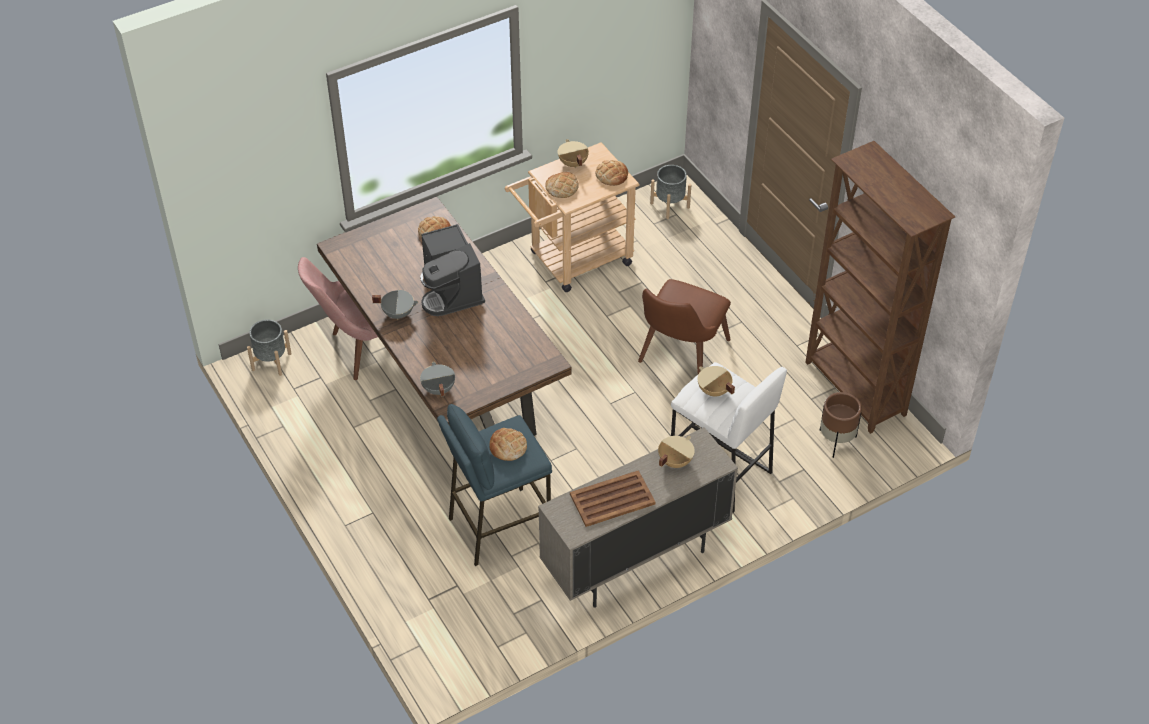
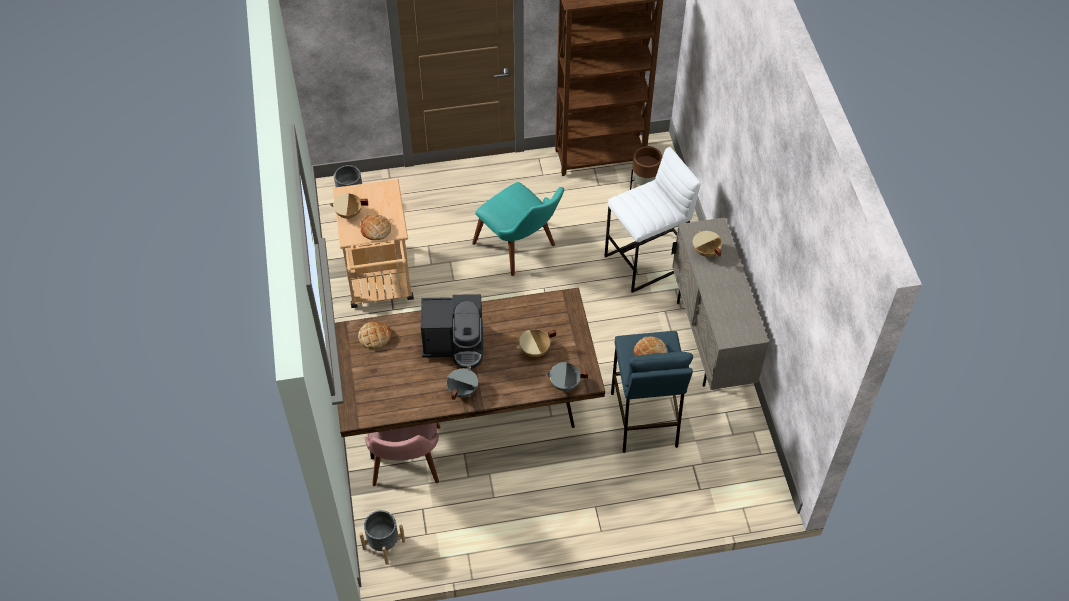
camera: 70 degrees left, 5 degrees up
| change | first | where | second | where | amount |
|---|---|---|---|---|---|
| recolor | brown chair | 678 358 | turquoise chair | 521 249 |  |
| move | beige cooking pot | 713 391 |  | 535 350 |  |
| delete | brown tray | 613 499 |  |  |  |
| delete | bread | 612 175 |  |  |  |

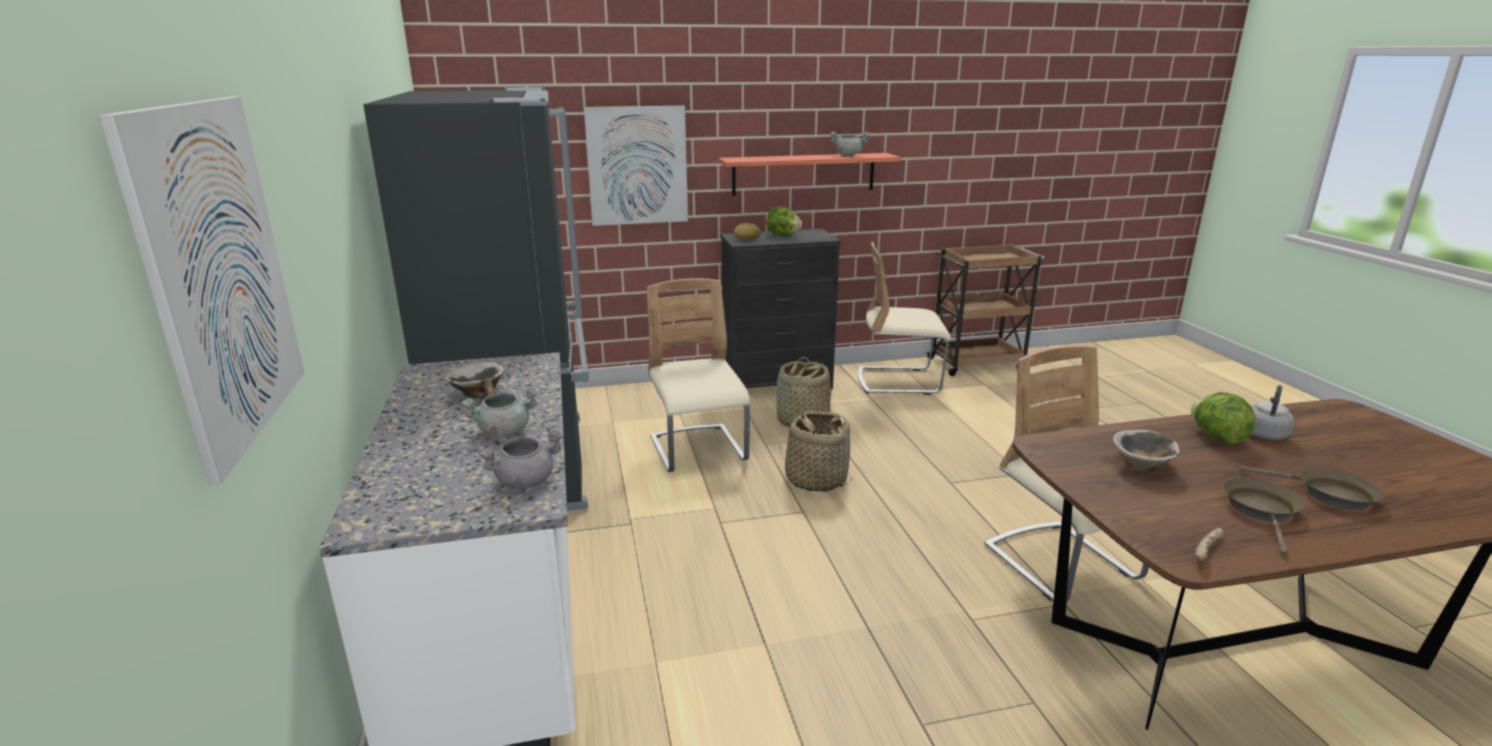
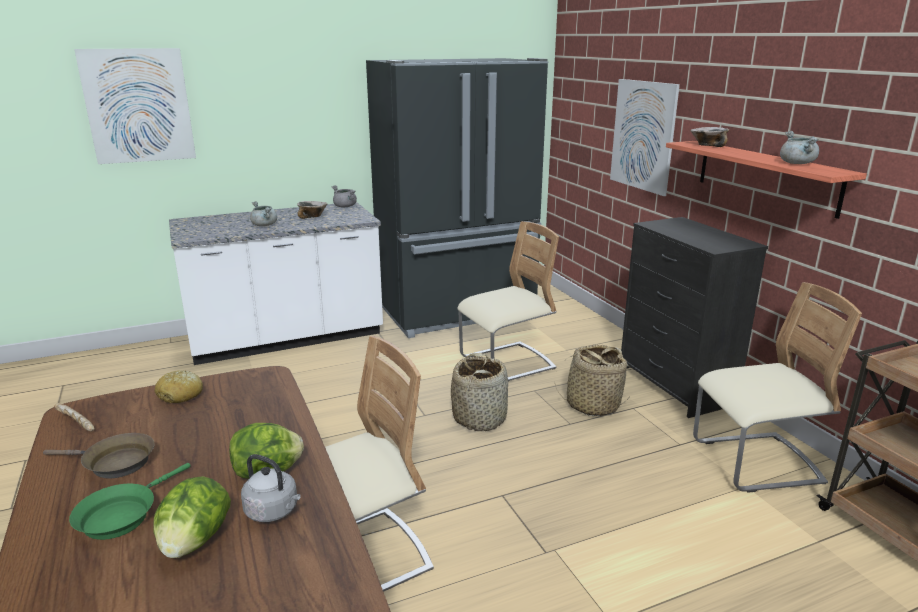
camera: 80 degrees right, 0 degrees up
| change | first | where | second | where | amount |
|---|---|---|---|---|---|
| recolor | brown frying pan | 1328 494 | green frying pan | 122 515 |  |
| move | lettuce | 782 235 |  | 195 541 |  |
| move | bread | 747 238 |  | 180 395 |  |
| move | grey cooking pot | 525 481 |  | 345 206 |  |
| move | bowl | 1141 466 |  | 707 145 |  |
| rotate | beige chair | 899 381 |  | 756 463 | 90 degrees clockwise |

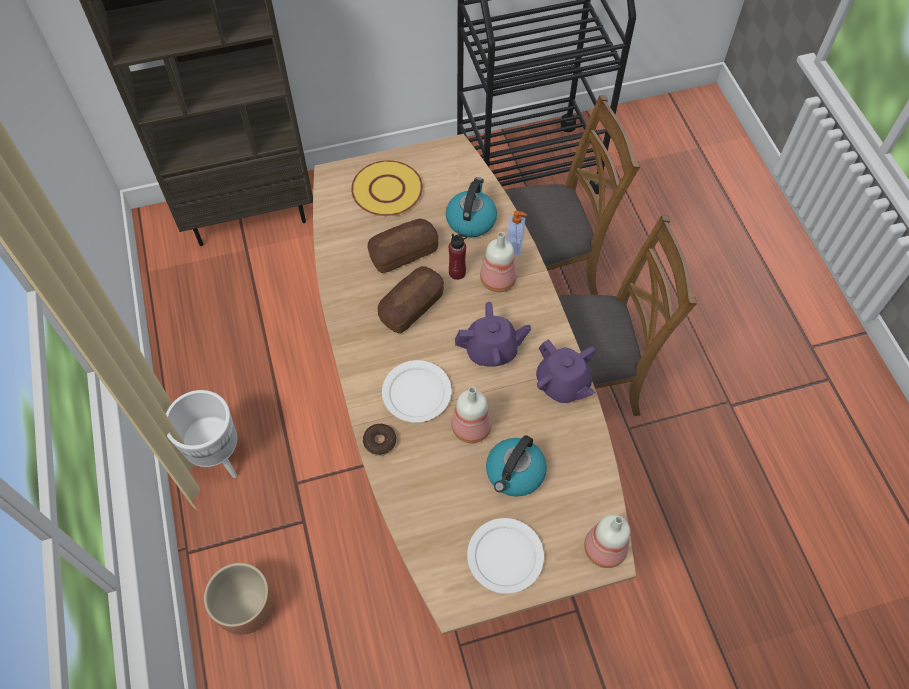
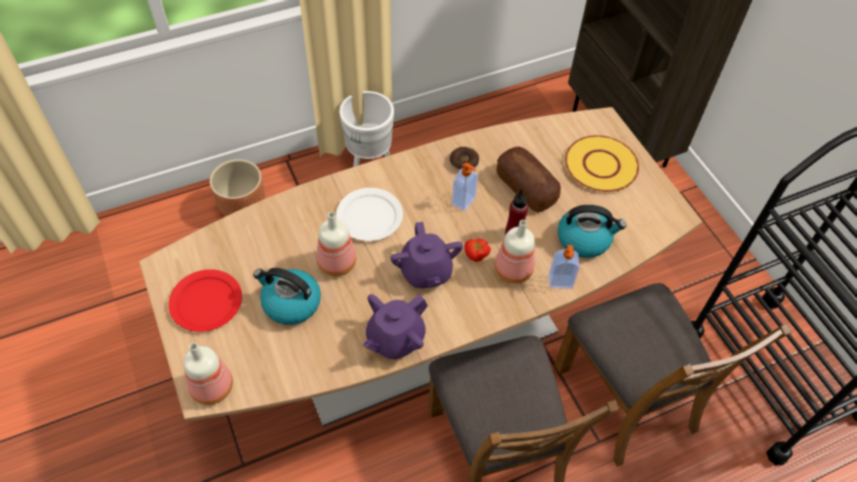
camera: 80 degrees right, 5 degrees down
| change | first | where | second | where | amount |
|---|---|---|---|---|---|
| recolor | white plate | 505 556 | red plate | 206 302 |  |
| move | donut | 380 442 |  | 464 162 |  |
| replace | bread | 411 307 | soap dispenser | 464 201 |  |
| insert |  |  | tomato | 476 255 |  |

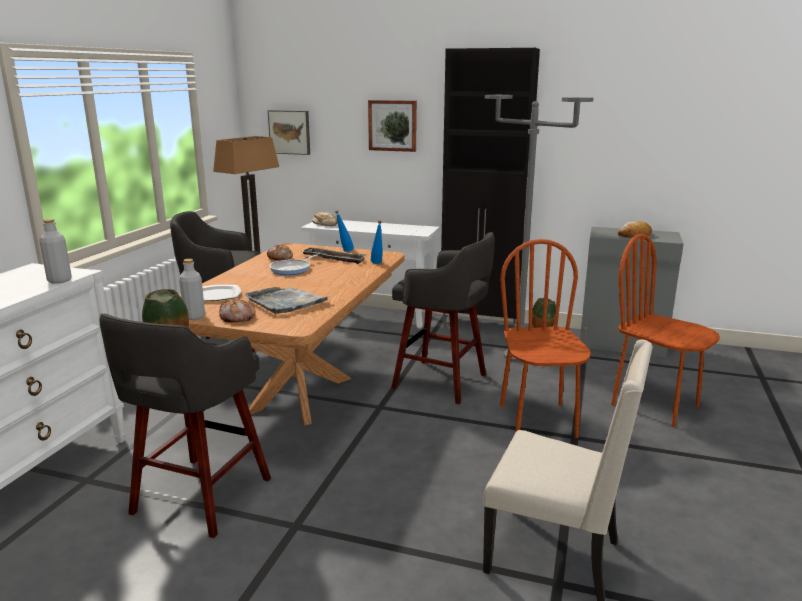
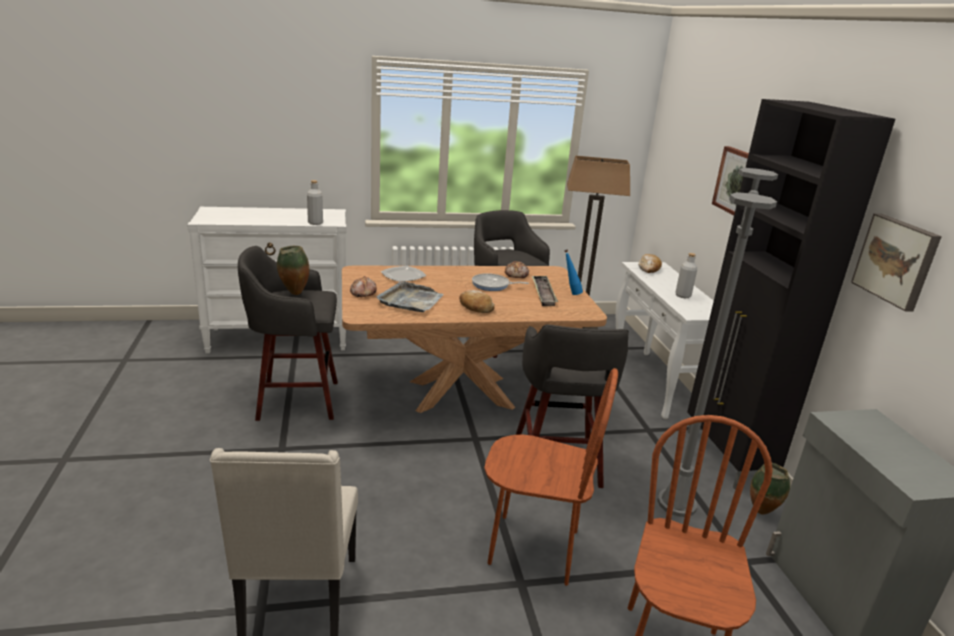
camera: 60 degrees right, 5 degrees up
| change | first | where | second | where | amount |
|---|---|---|---|---|---|
| move | bread | 634 235 |  | 475 307 |  |
| rotate | brown chair | 538 421 |  | 533 548 | 45 degrees clockwise |
| move | grey bottle | 194 317 |  | 683 295 |  |
| move | picture | 290 132 |  | 897 261 |  |
| delete | blue bottle | 377 264 |  |  |  |

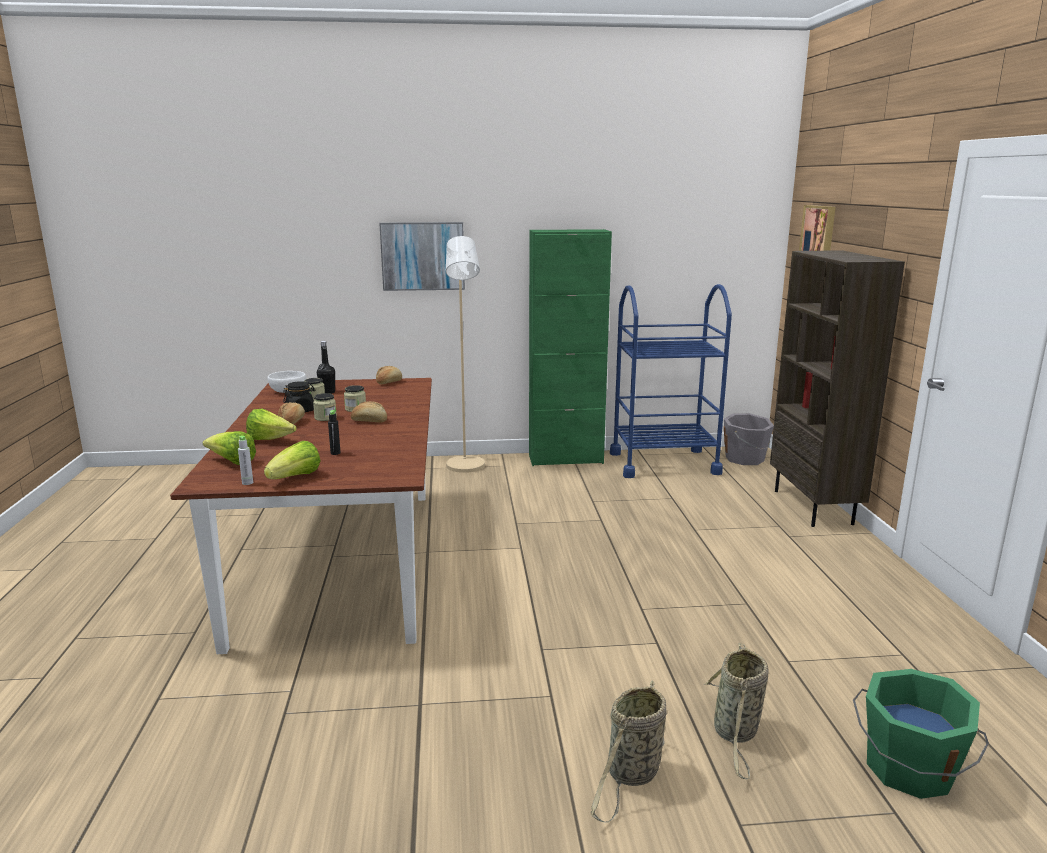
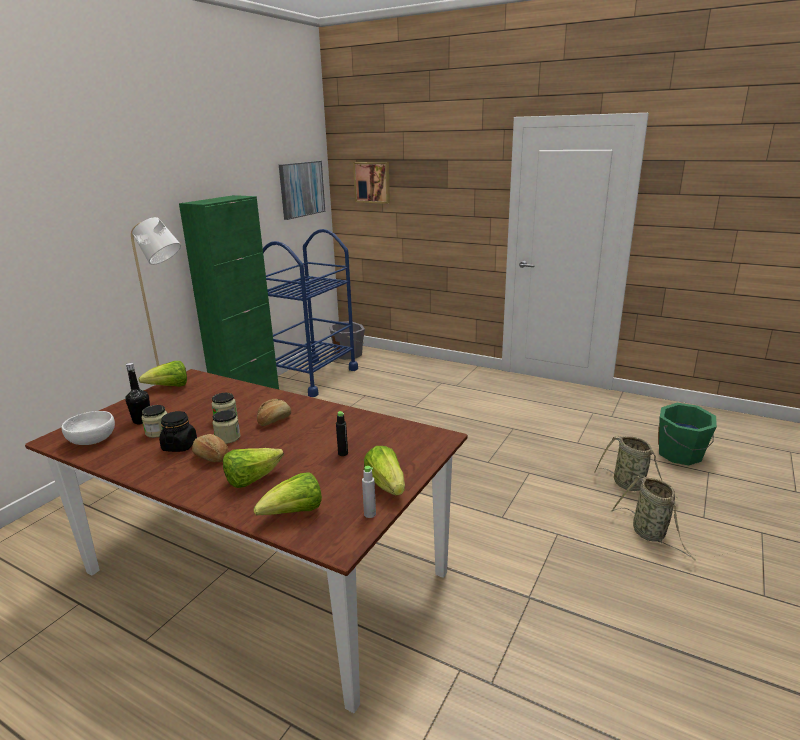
camera: 55 degrees left, 5 degrees up
| change | first | where | second | where | amount |
|---|---|---|---|---|---|
| replace | bread | 388 382 | lettuce | 169 387 |  |
| move | picture | 423 256 |  | 301 189 |  |
| delete | brown bookcase | 814 507 |  |  |  |

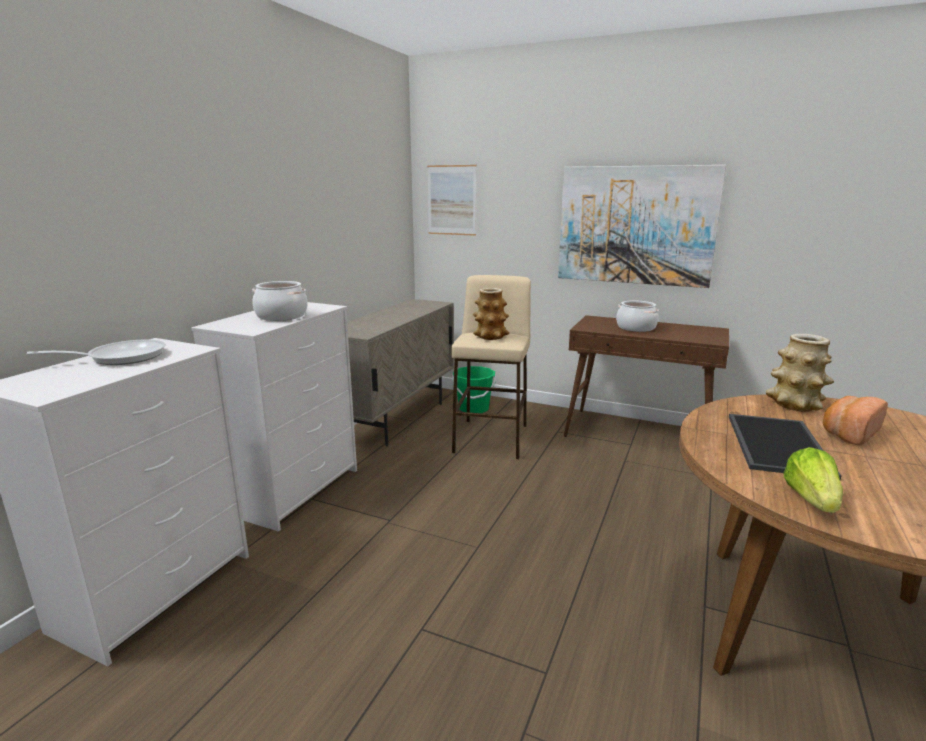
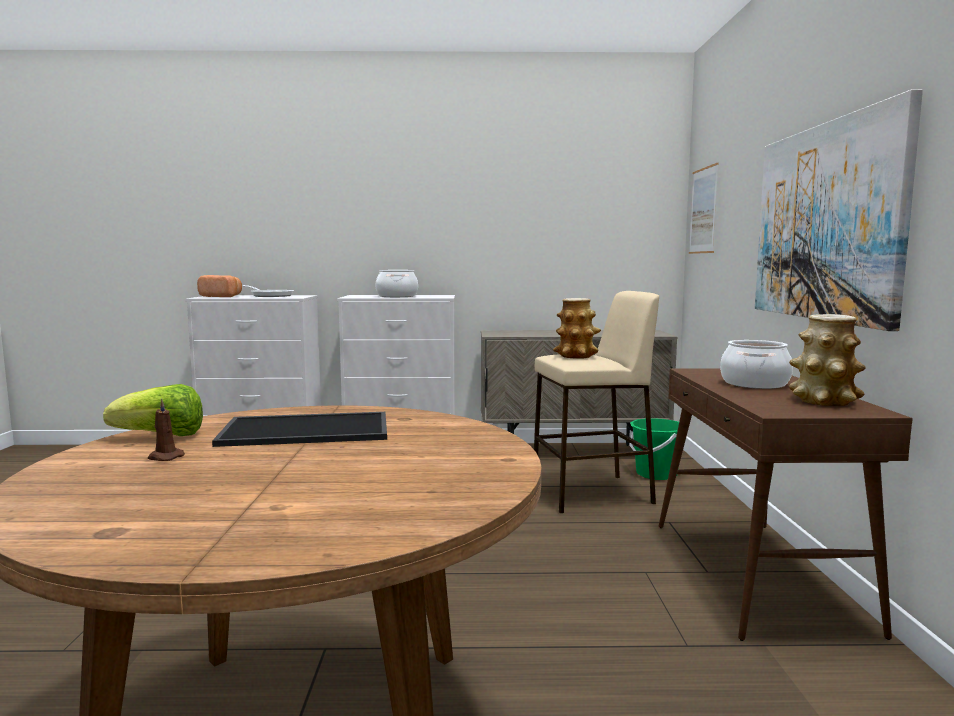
camera: 65 degrees right, 10 degrees down
| change | first | where | second | where | amount |
|---|---|---|---|---|---|
| insert |  |  | brown candle | 164 457 |  |
| move | bread | 848 433 |  | 222 296 |  |
| move | vase | 794 404 |  | 823 401 |  |

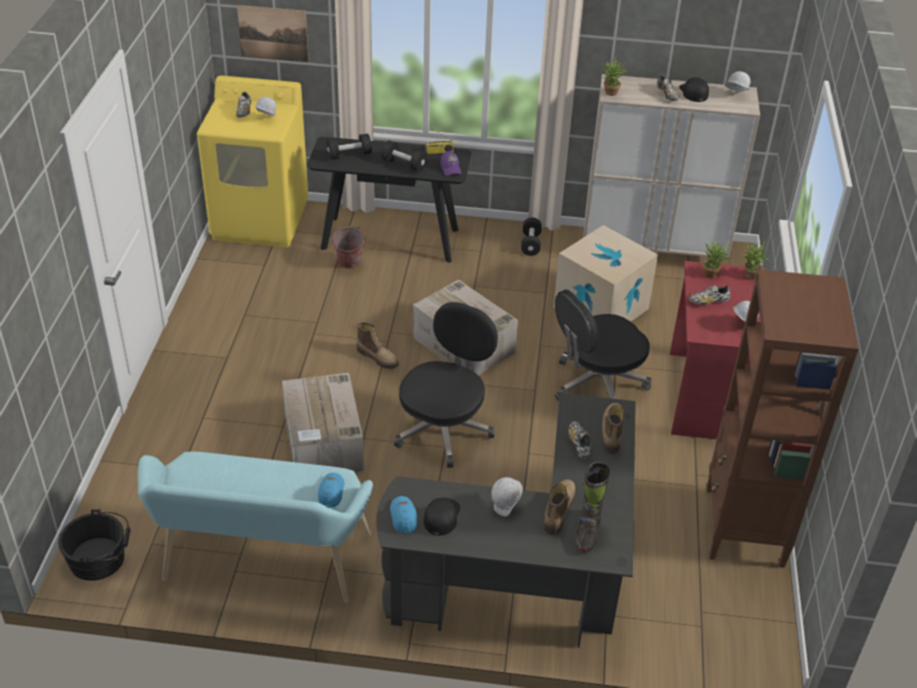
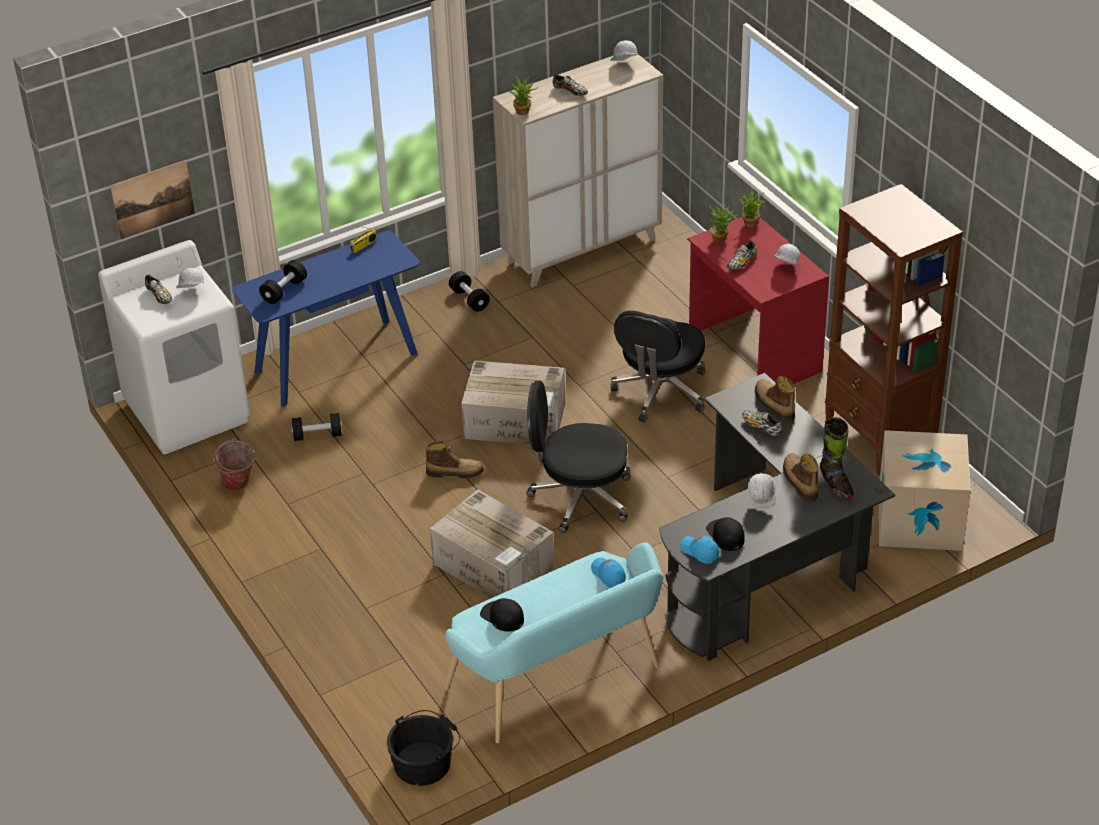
camera: 35 degrees left, 0 degrees up
| change | first | where | second | where | amount |
|---|---|---|---|---|---|
| recolor | yellow washing machine | 261 221 | white washing machine | 188 411 |  |
| move | bucket | 348 265 |  | 238 486 |  |
| recolor | black console table | 390 239 | blue console table | 336 362 |  |
| move | black dumbbell | 404 164 |  | 317 435 |  |
| move | black cap | 693 92 |  | 502 616 |  |
| rotate | black office chair | 444 429 |  | 579 497 | 75 degrees counterclockwise |
| move | cardboard box | 601 308 |  | 919 519 |  |
| delete | purple cap | 450 169 |  |  |  |

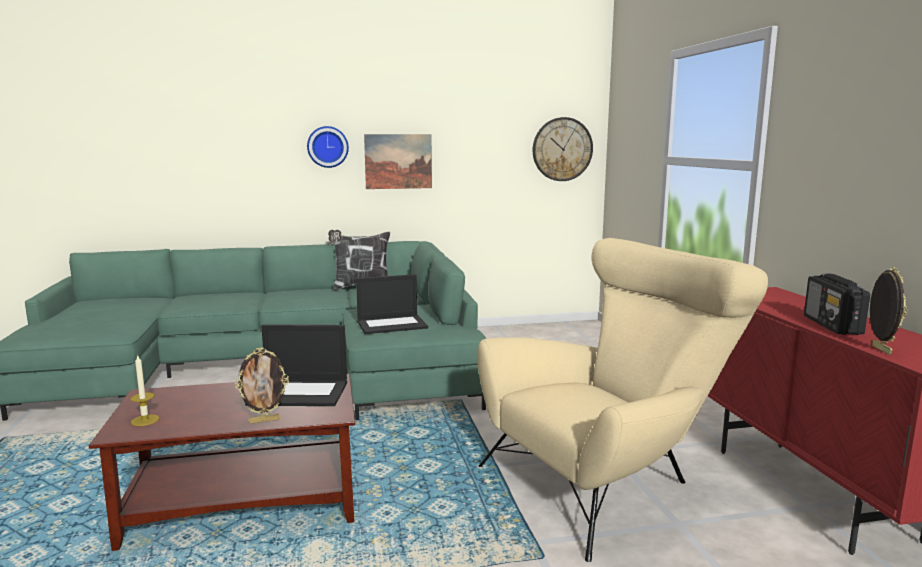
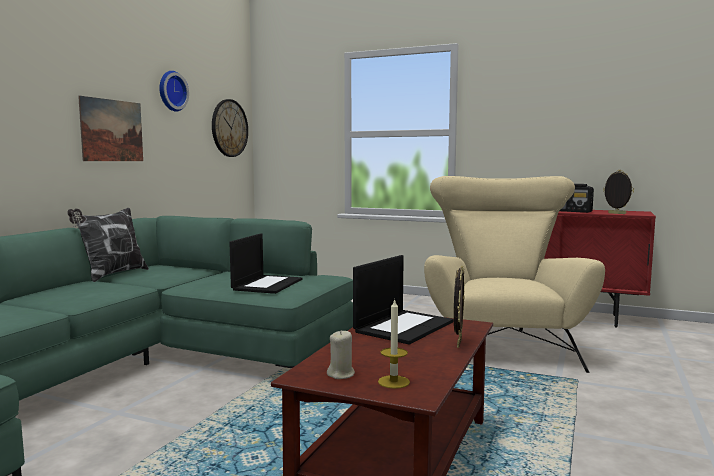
camera: 55 degrees left, 5 degrees down
| change | first | where | second | where | amount |
|---|---|---|---|---|---|
| move | wall clock | 327 147 |  | 171 91 |  |
| insert |  |  | beige candle | 341 374 |  |

